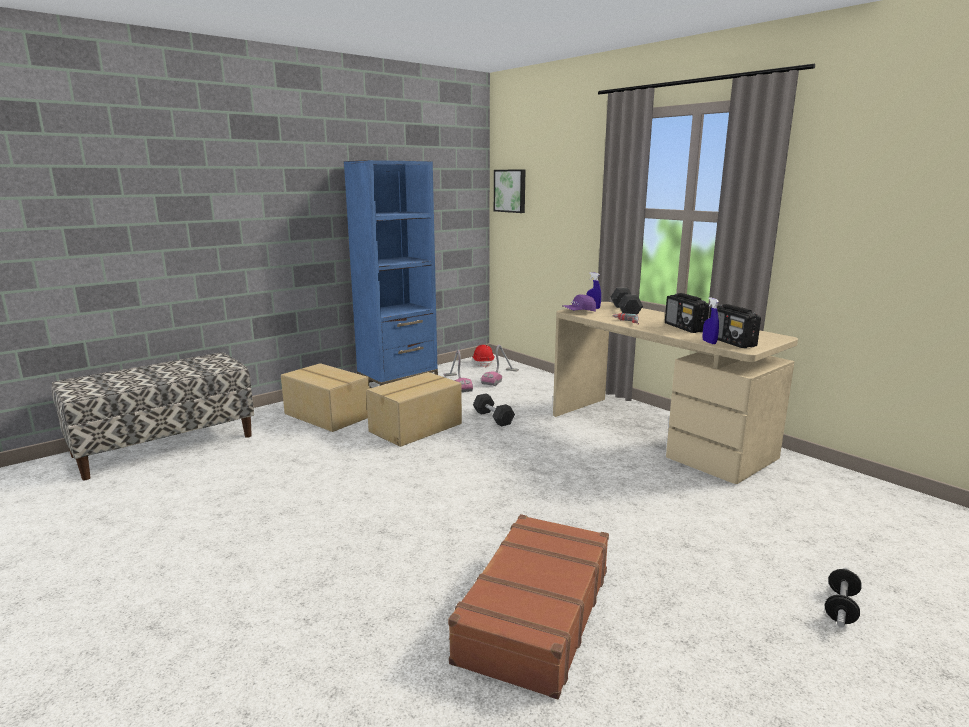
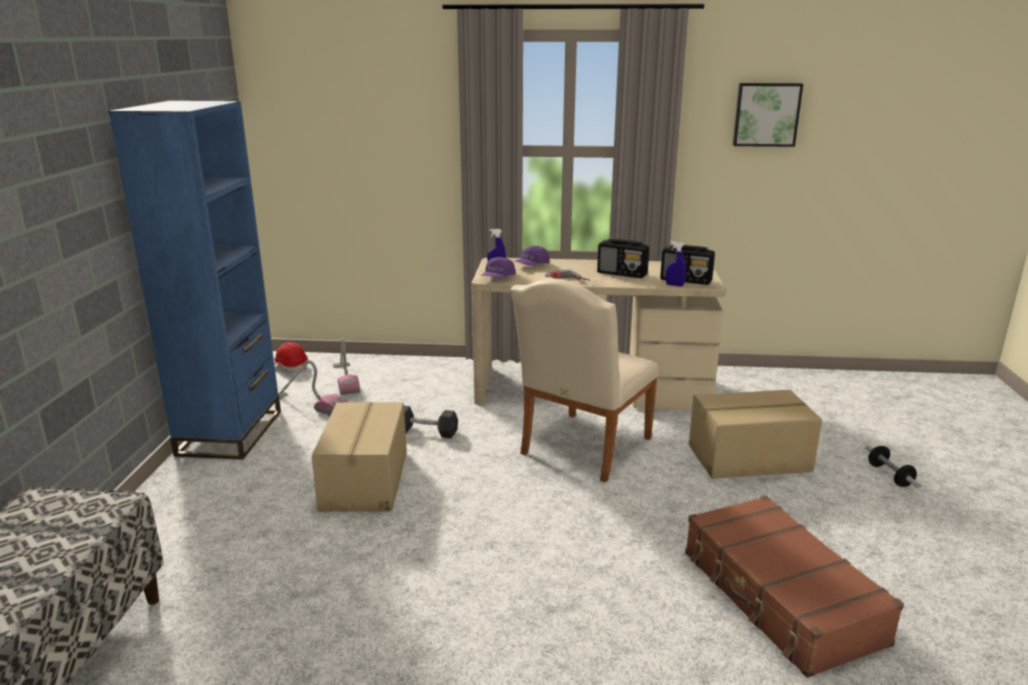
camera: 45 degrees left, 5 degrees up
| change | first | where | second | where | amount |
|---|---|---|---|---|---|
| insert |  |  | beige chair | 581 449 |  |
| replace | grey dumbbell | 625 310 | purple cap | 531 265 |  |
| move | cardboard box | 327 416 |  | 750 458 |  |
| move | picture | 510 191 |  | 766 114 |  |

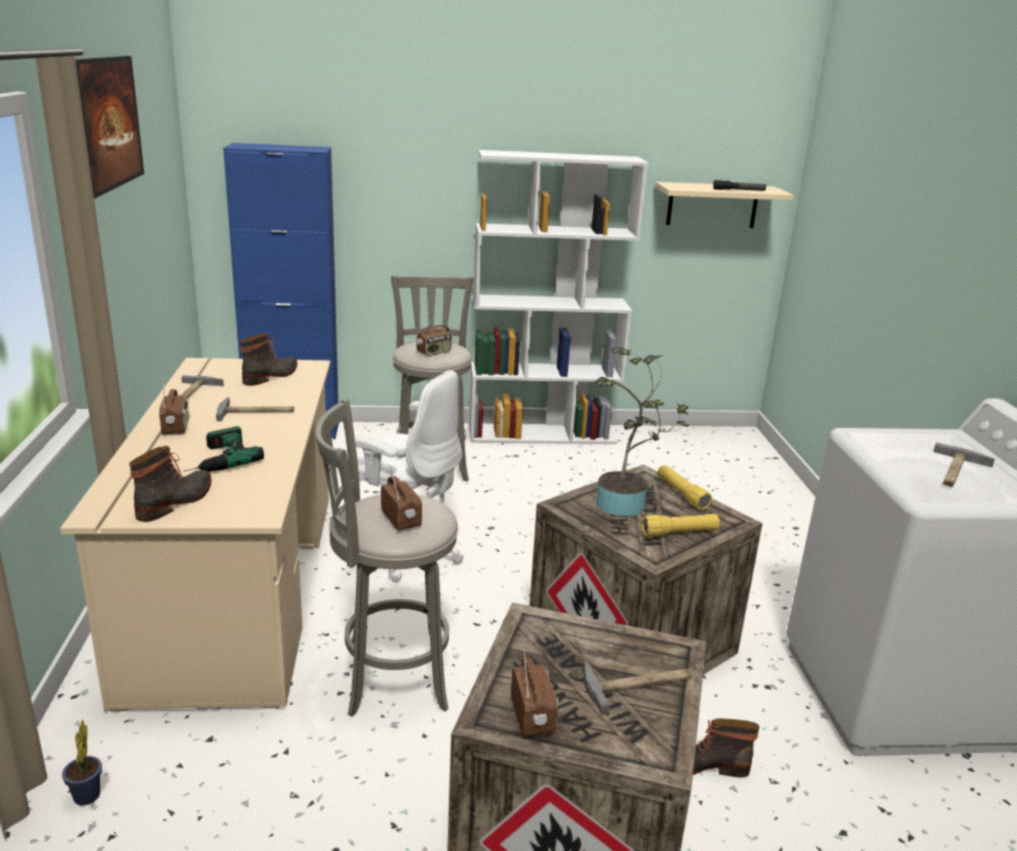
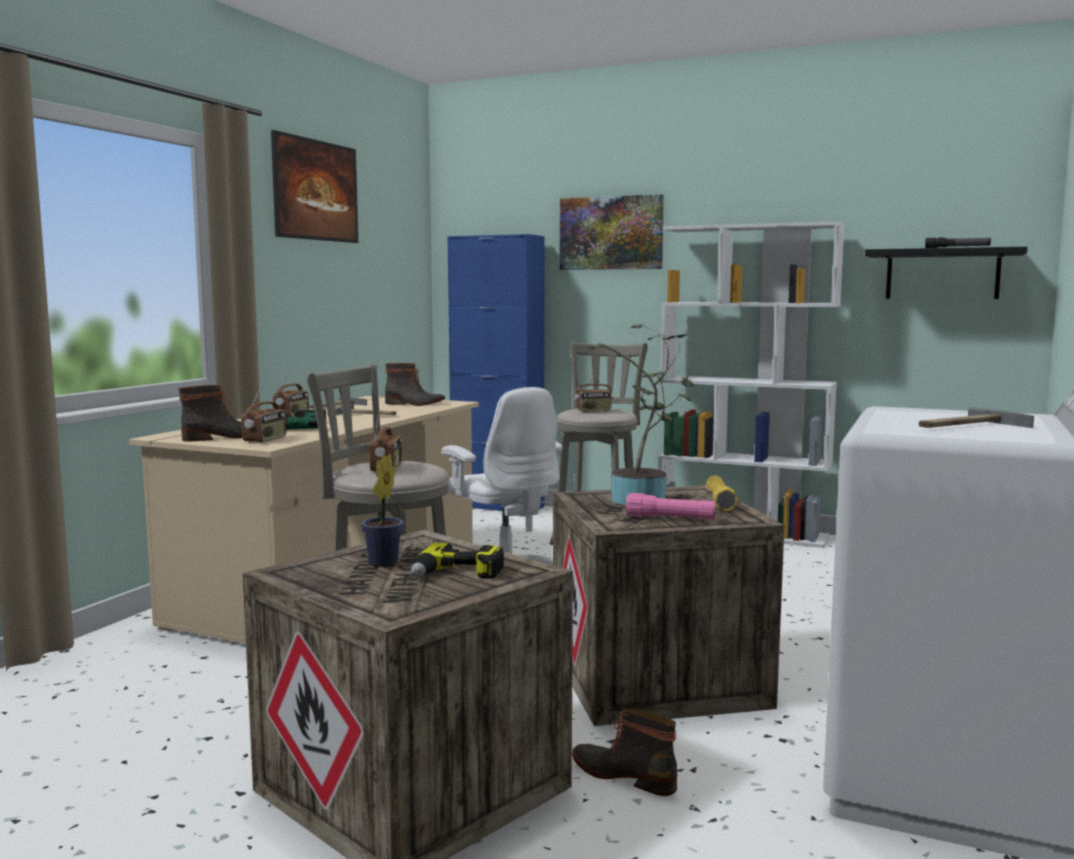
camera: 30 degrees right, 15 degrees down
| change | first | where | second | where | amount |
|---|---|---|---|---|---|
| move | radio | 533 717 |  | 265 440 |  |
| move | potted plant | 86 799 |  | 381 564 |  |
| rotate | boot | 271 375 |  | 414 404 | 45 degrees clockwise |
| replace | hammer | 637 683 | power drill | 452 578 |  |
| insert |  |  | picture | 611 233 |  |
| recolor | yellow flashlight | 679 533 | pink flashlight | 670 519 |  |
| recolor | beige shelf | 712 205 | black shelf | 942 274 |  |

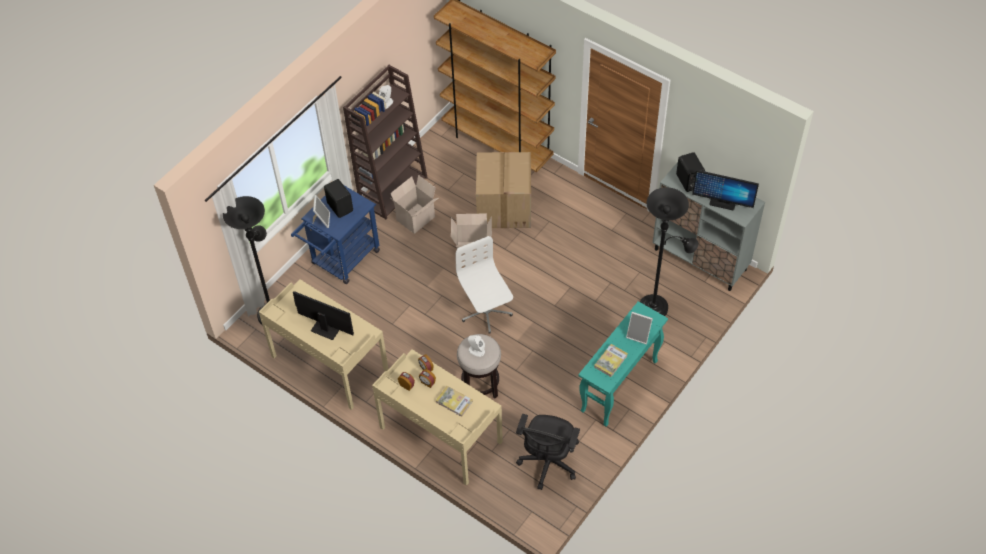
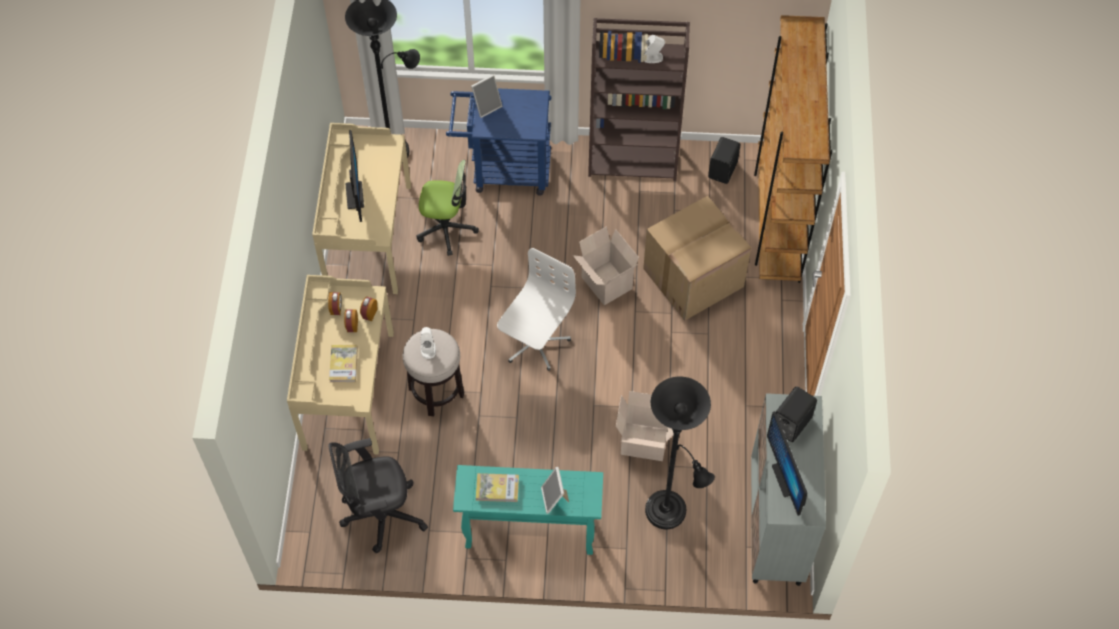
camera: 55 degrees right, 5 degrees up
| change | first | where | second | where | amount |
|---|---|---|---|---|---|
| insert |  |  | office chair | 446 228 |  |
| move | cardboard box | 416 219 |  | 643 443 |  |
| move | black speaker | 340 206 |  | 723 170 |  |

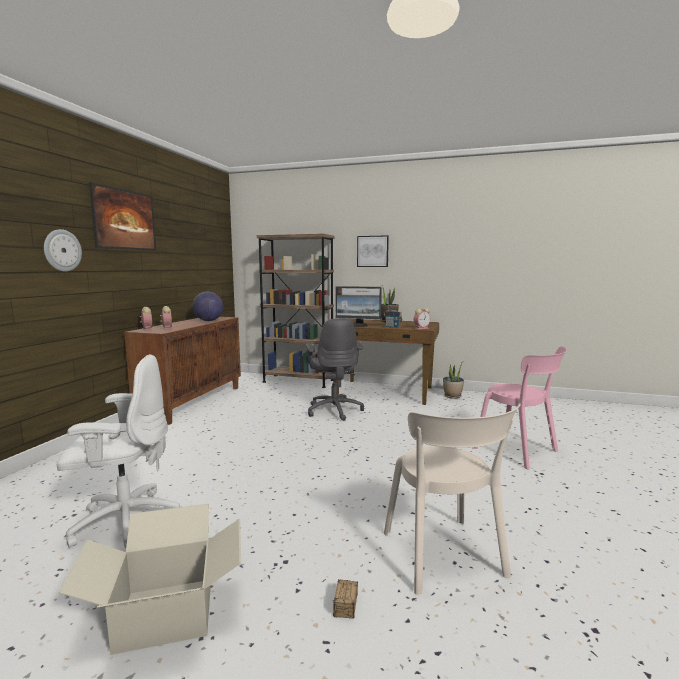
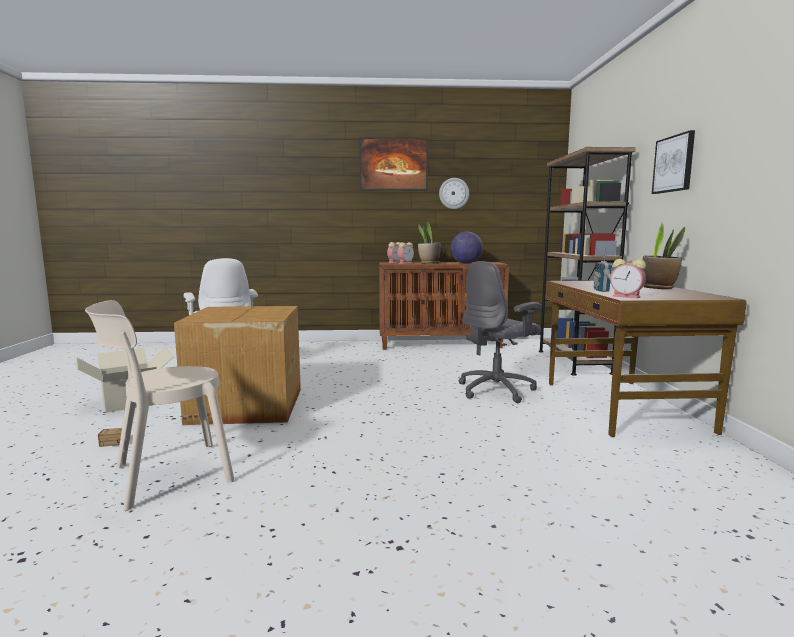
camera: 70 degrees right, 0 degrees up
| change | first | where | second | where | amount |
|---|---|---|---|---|---|
| insert |  |  | cardboard box | 245 406 |  |
| move | potted plant | 452 396 |  | 429 263 |  |
| move | wall clock | 62 250 |  | 454 193 |  |
| delete | monitor | 358 325 |  |  |  |
| delete | pink chair | 519 451 |  |  |  |

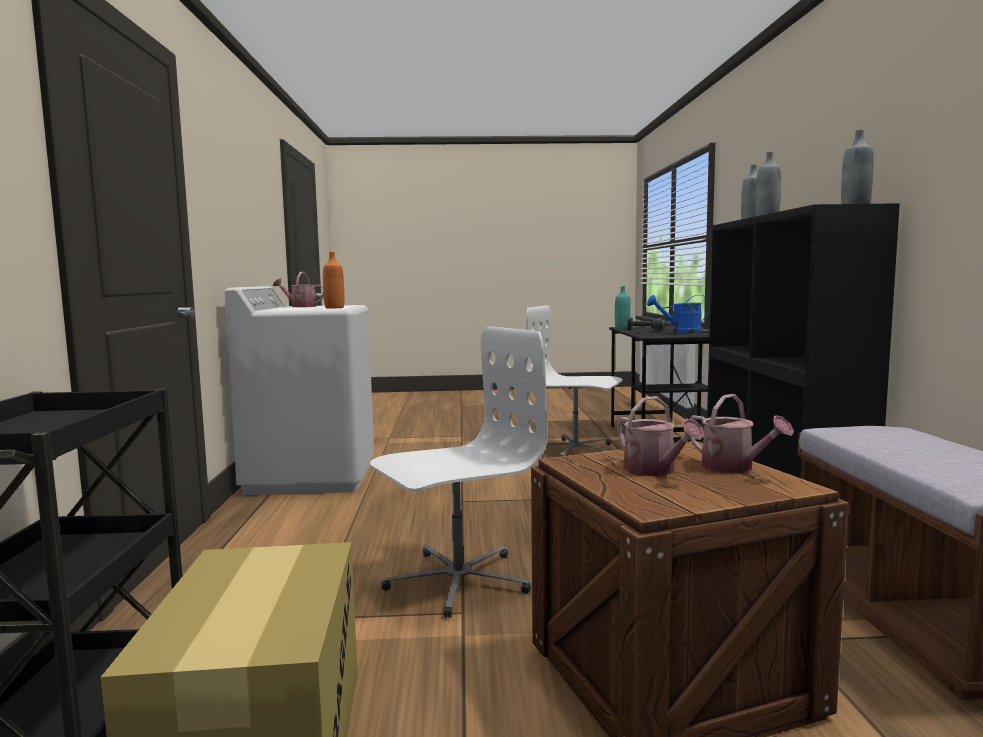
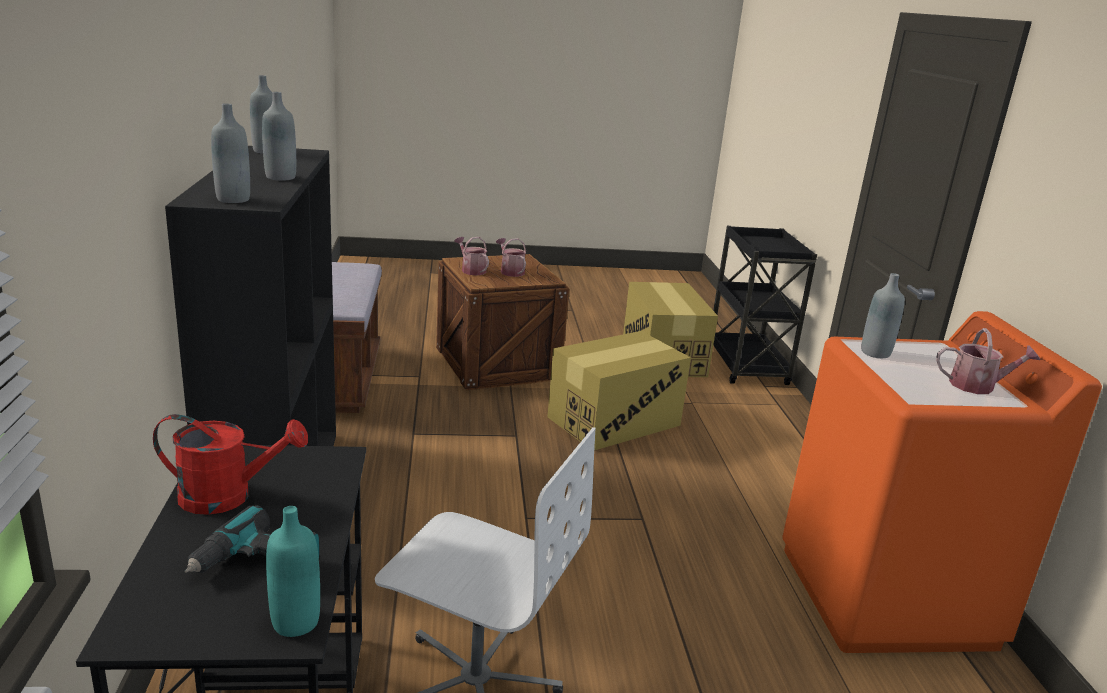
camera: 175 degrees right, 15 degrees up
| change | first | where | second | where | amount |
|---|---|---|---|---|---|
| recolor | blue watering can | 681 332 | red watering can | 228 496 |  |
| replace | white office chair | 457 580 | cardboard box | 613 421 |  |
| recolor | white washing machine | 311 476 | orange washing machine | 886 597 |  |
| recolor | orange bottle | 334 308 | grey bottle | 875 353 |  |

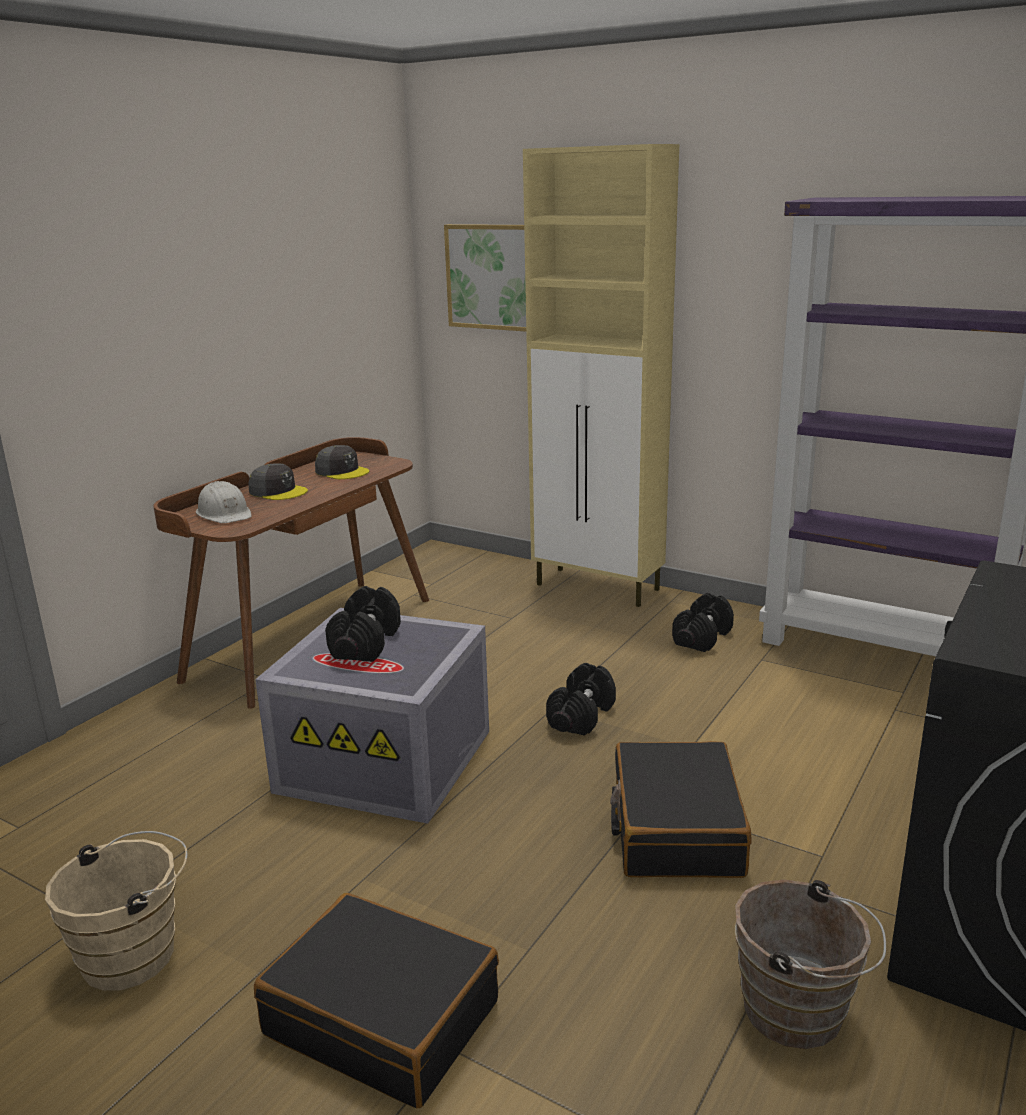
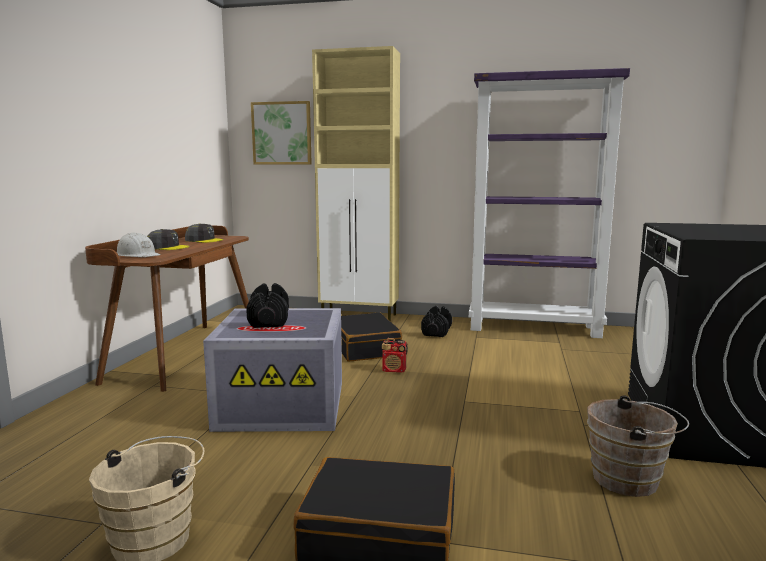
camera: 20 degrees left, 10 degrees down
| change | first | where | second | where | amount |
|---|---|---|---|---|---|
| move | black suitcase | 675 829 |  | 364 348 |  |
| replace | black dumbbell | 581 716 | radio | 394 370 |  |

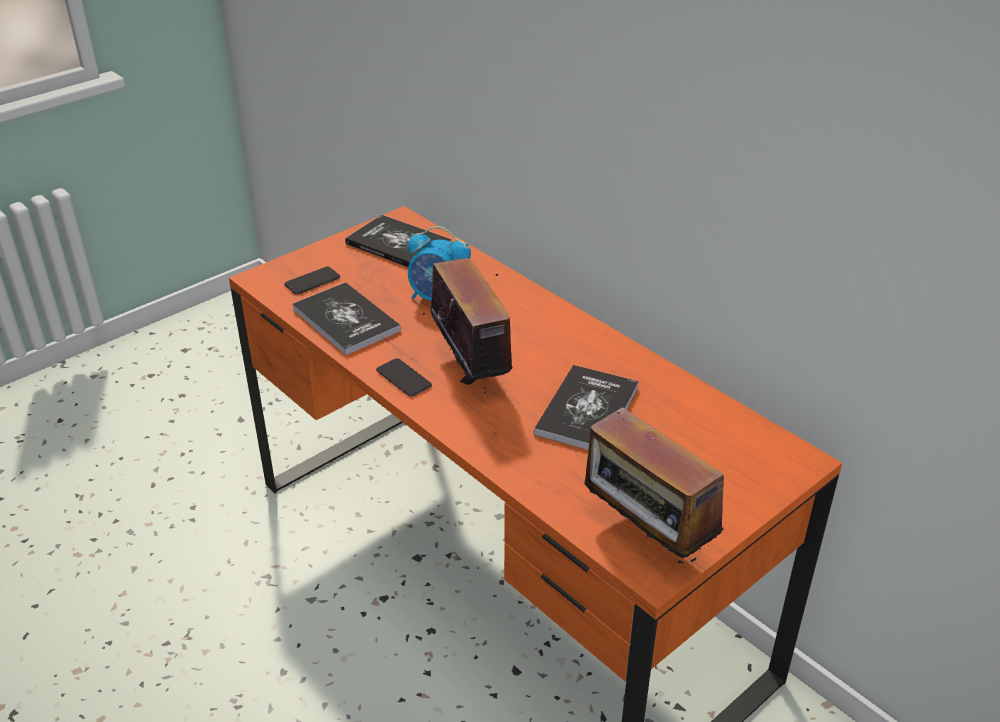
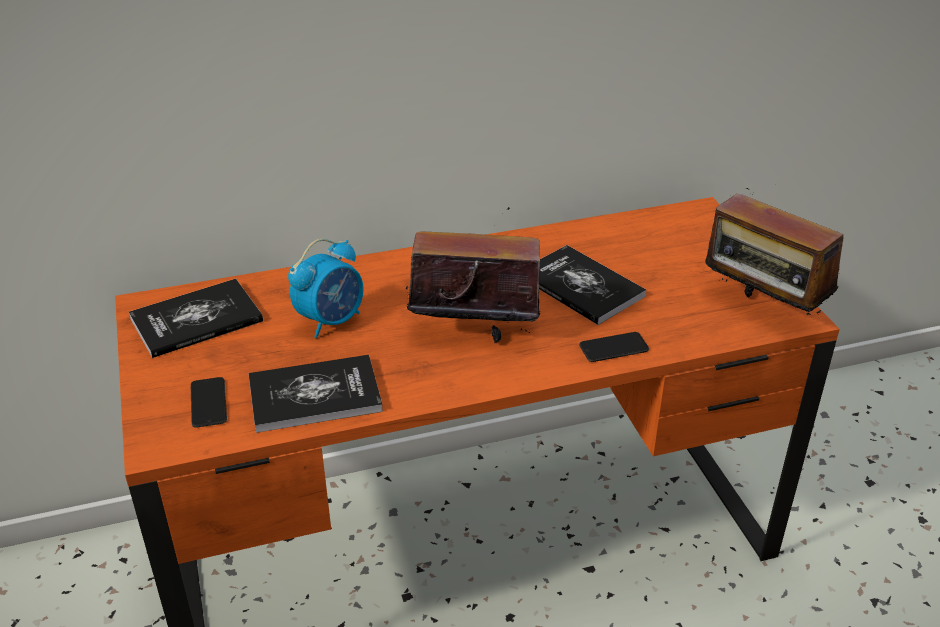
camera: 65 degrees left, 0 degrees up
| change | first | where | second | where | amount |
|---|---|---|---|---|---|
| move | phone | 403 378 |  | 613 348 |  |
| rotate | radio | 645 539 |  | 761 309 | 60 degrees clockwise |

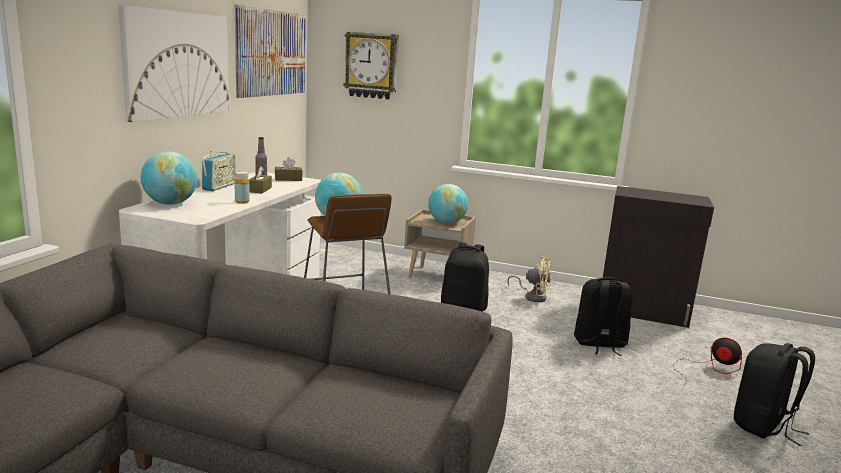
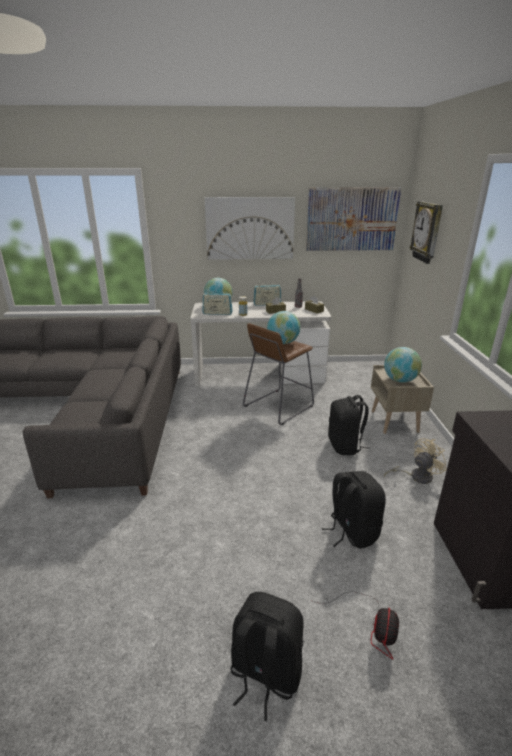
camera: 70 degrees right, 10 degrees up
| change | first | where | second | where | amount |
|---|---|---|---|---|---|
| insert |  |  | radio | 217 313 |  |
| rotate | beige fan | 533 296 |  | 416 476 | 120 degrees counterclockwise |

